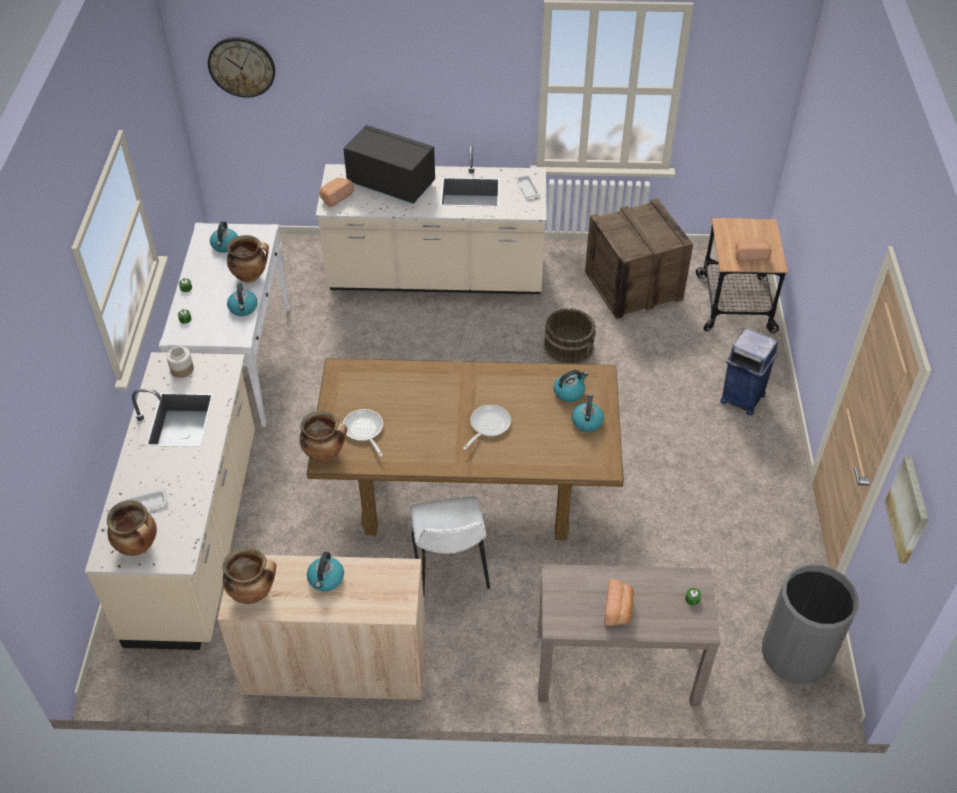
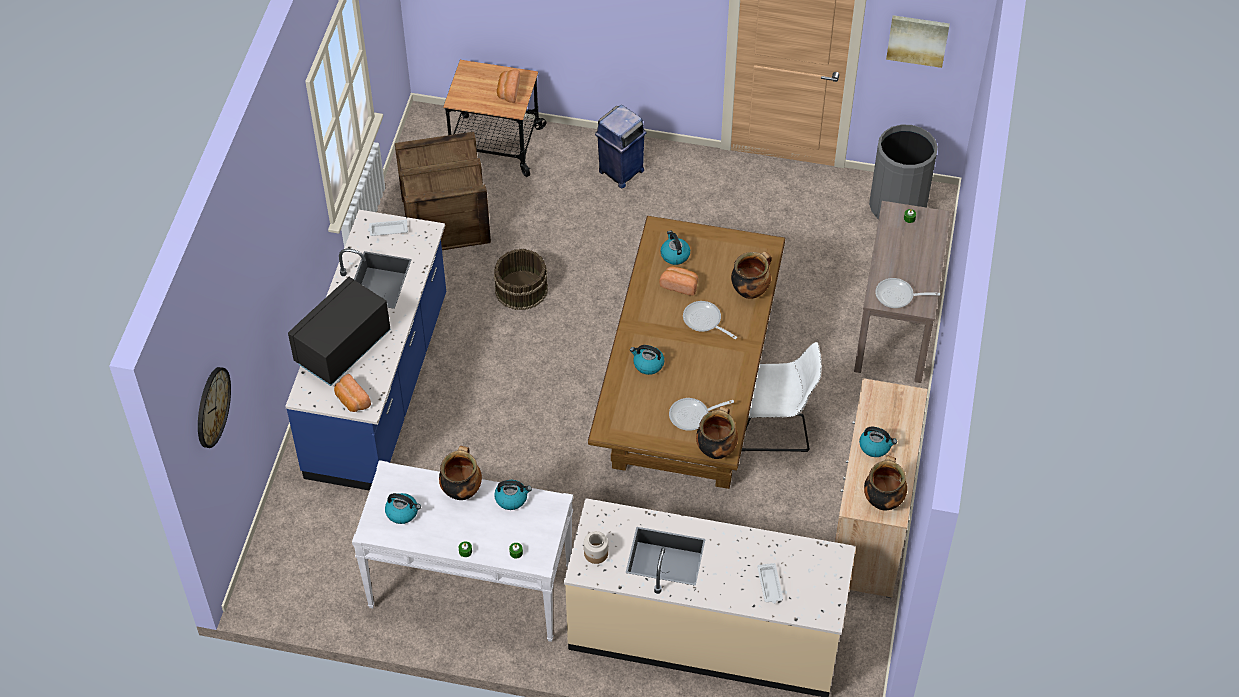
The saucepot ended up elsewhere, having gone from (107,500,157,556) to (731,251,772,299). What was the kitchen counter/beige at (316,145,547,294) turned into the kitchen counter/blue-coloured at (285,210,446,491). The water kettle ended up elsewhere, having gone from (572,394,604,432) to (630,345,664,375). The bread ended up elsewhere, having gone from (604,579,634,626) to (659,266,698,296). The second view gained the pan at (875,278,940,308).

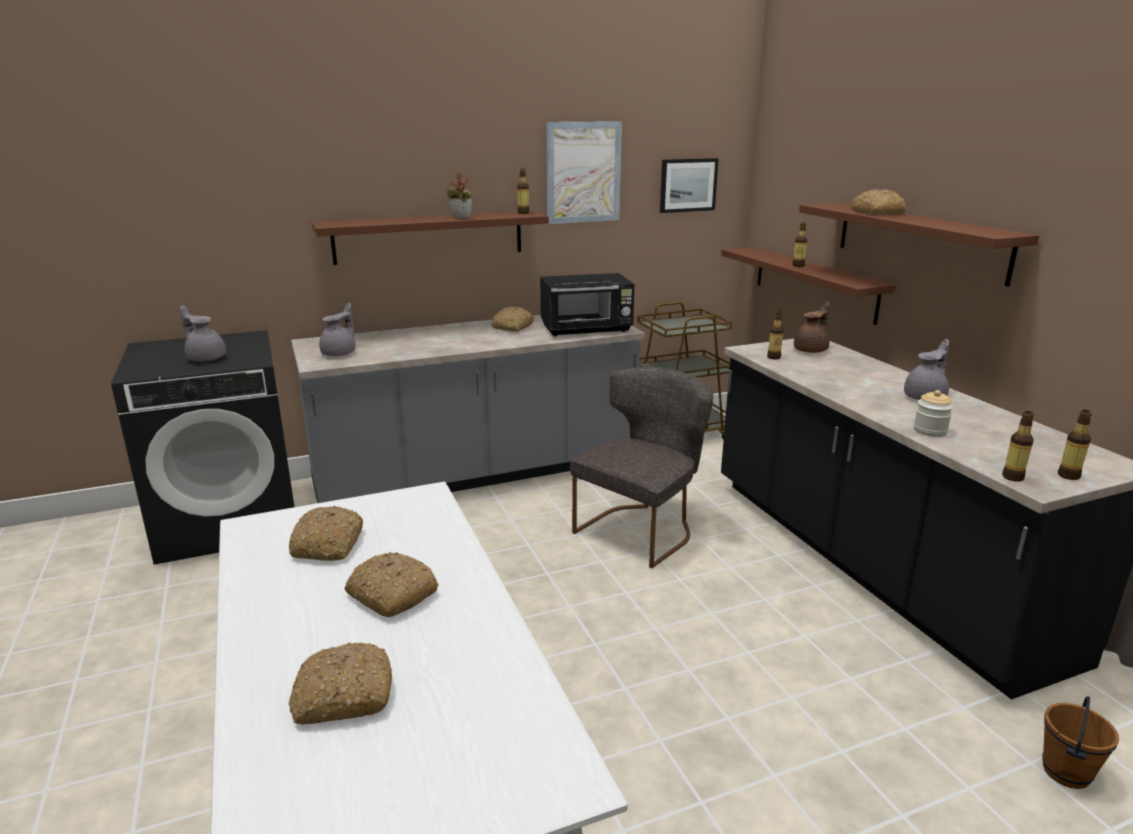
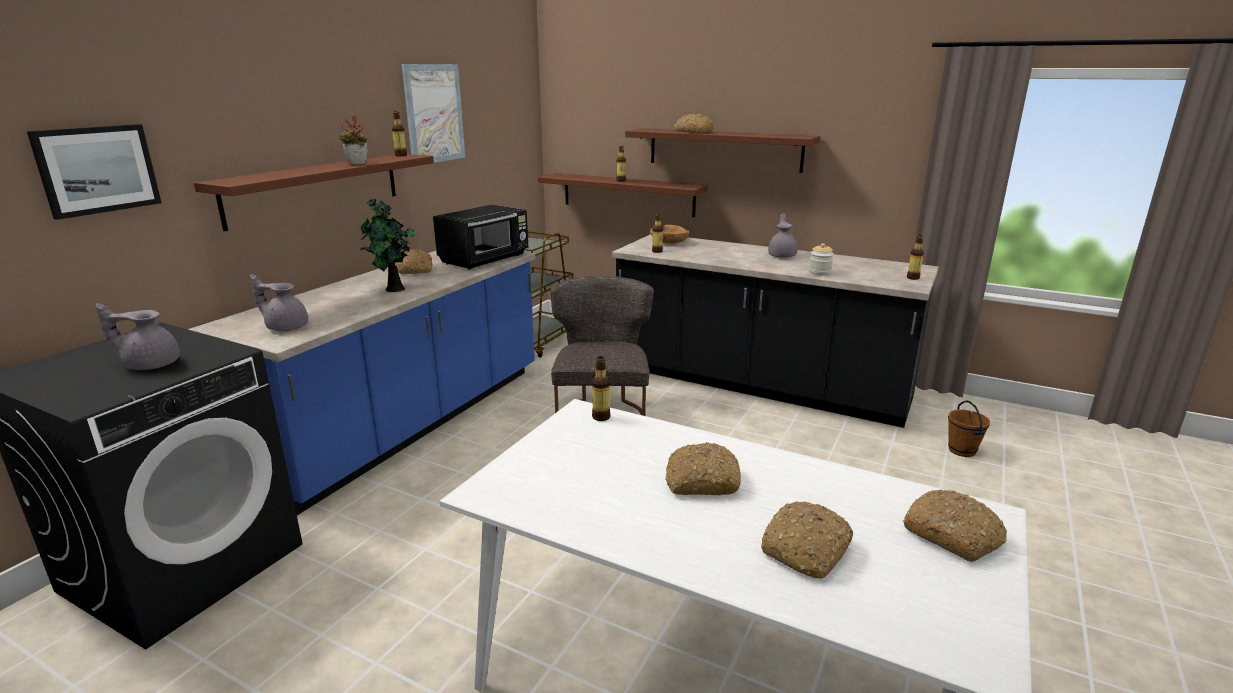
The bread ended up elsewhere, having gone from (289,506,363,561) to (903,490,1007,562). What was the kitchen counter/grey at (291,315,645,503) turned into the kitchen counter/blue-coloured at (188,251,535,515). The tea pot/grey at (319,303,356,356) ended up facing another way, 60 degrees counterclockwise from before. The wall art ended up elsewhere, having gone from (660,158,719,213) to (27,124,161,220). Where the tea pot/brownish stood at (794,301,829,353), the bowl/brownish came to stand at (650,225,689,244). The bottle ended up elsewhere, having gone from (1002,411,1034,482) to (592,356,610,421). The second view gained the potted plant at (360,198,416,292).

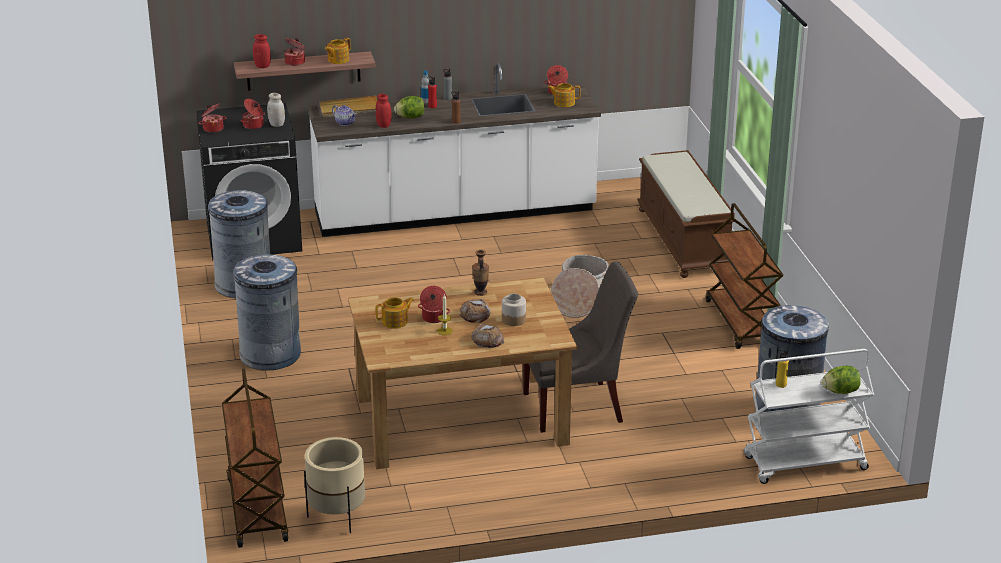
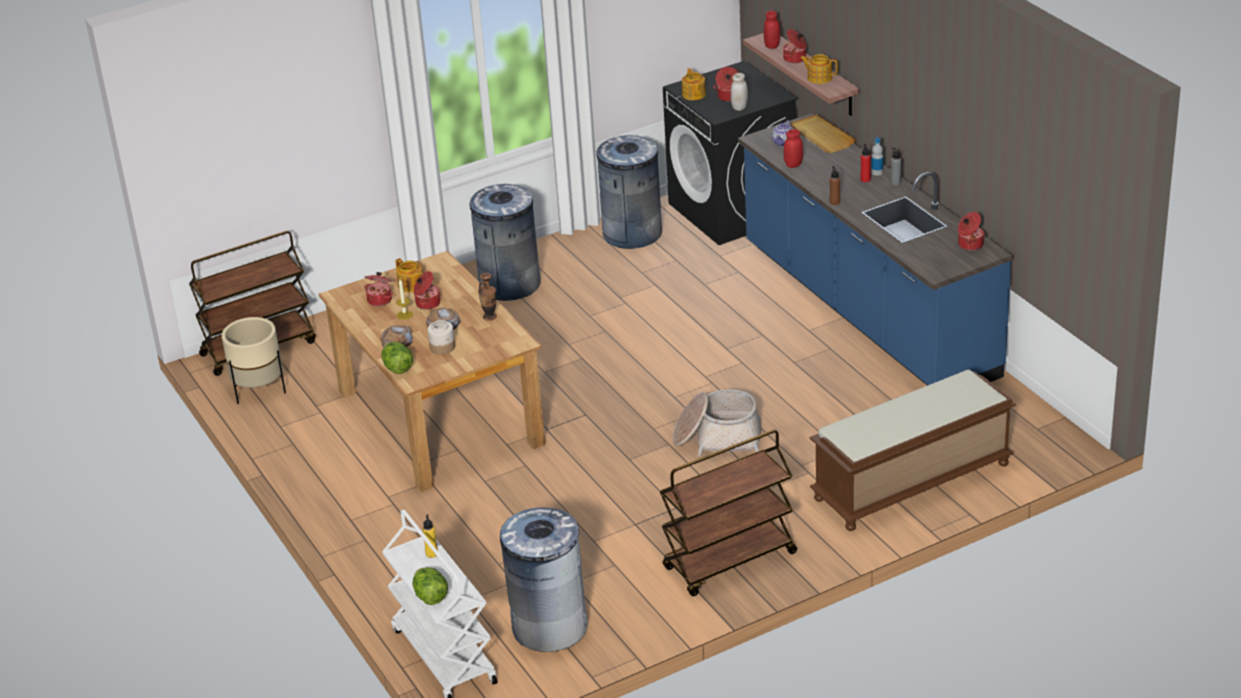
The saucepot ended up elsewhere, having gone from (199,103,226,133) to (365,272,393,306). What was the kitchen counter/white-coloured at (308,63,601,237) turned into the kitchen counter/blue-coloured at (738,113,1013,385). The lettuce head ended up elsewhere, having gone from (394,96,425,119) to (381,342,413,374). The second view lost the chair/grey at (523,261,638,433). The tea pot ended up elsewhere, having gone from (547,83,581,107) to (682,68,706,100).

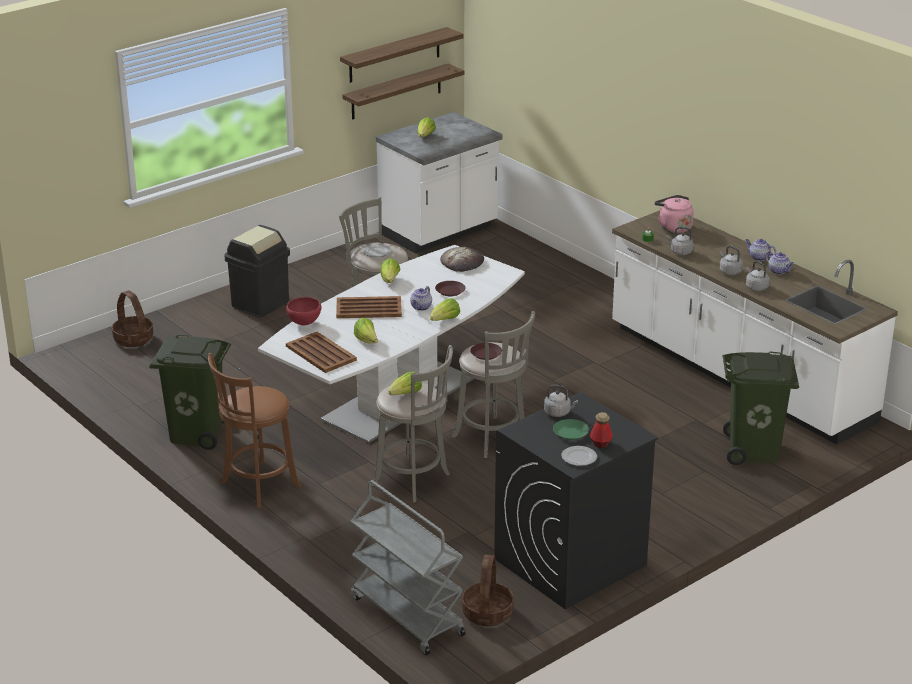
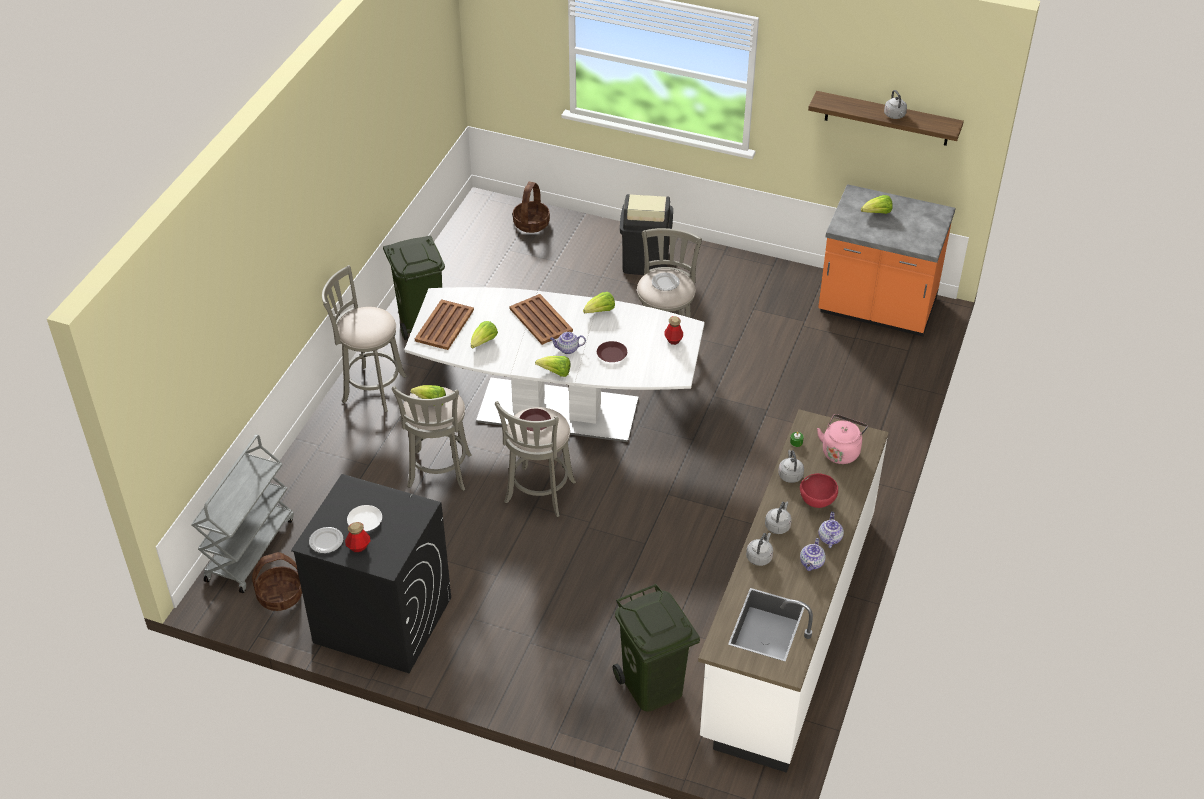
What was the stool/brownish at (208,353,301,508) turned into the stool/grey at (322,265,407,412). The bowl/reddish ended up elsewhere, having gone from (286,297,321,325) to (800,473,838,508). The second view lost the wall shelf at (342,64,464,120). What was the kitchen counter/white-coloured at (376,112,503,254) turned into the kitchen counter/orangey at (818,184,956,336). Where the bread stood at (440,247,484,272), the bottle came to stand at (664,316,683,345). The water kettle/grey ended up elsewhere, having gone from (544,385,578,417) to (884,90,907,119). What was the plate/greenish at (553,419,589,440) turned into the plate/white-coloured at (347,505,382,531).

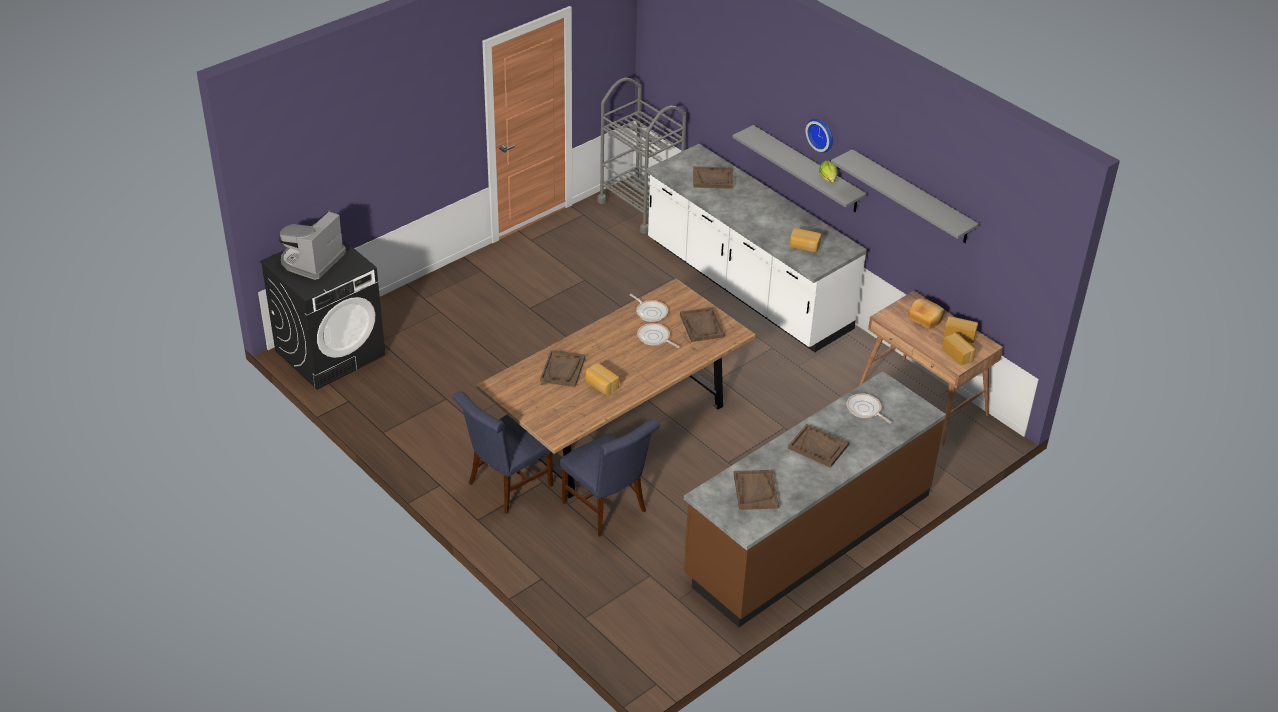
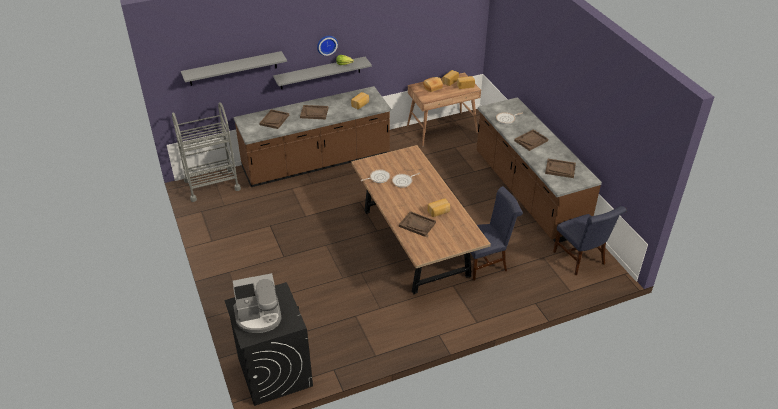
The coffee brewer at (279,211,346,280) ended up facing another way, 60 degrees counterclockwise from before. The chair/blue-coloured ended up elsewhere, having gone from (452,392,553,514) to (553,206,627,275). What was the kitchen counter/white-coloured at (646,144,867,352) turned into the kitchen counter/brownish at (234,86,391,187). The carrying tray/brownish ended up elsewhere, having gone from (680,307,725,342) to (300,105,328,119). The wall shelf/grey ended up elsewhere, having gone from (831,149,979,243) to (181,51,287,86).

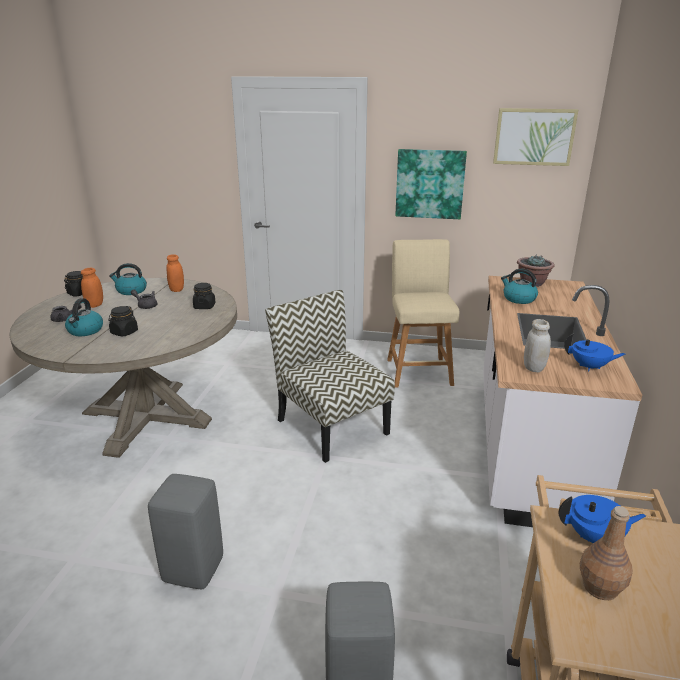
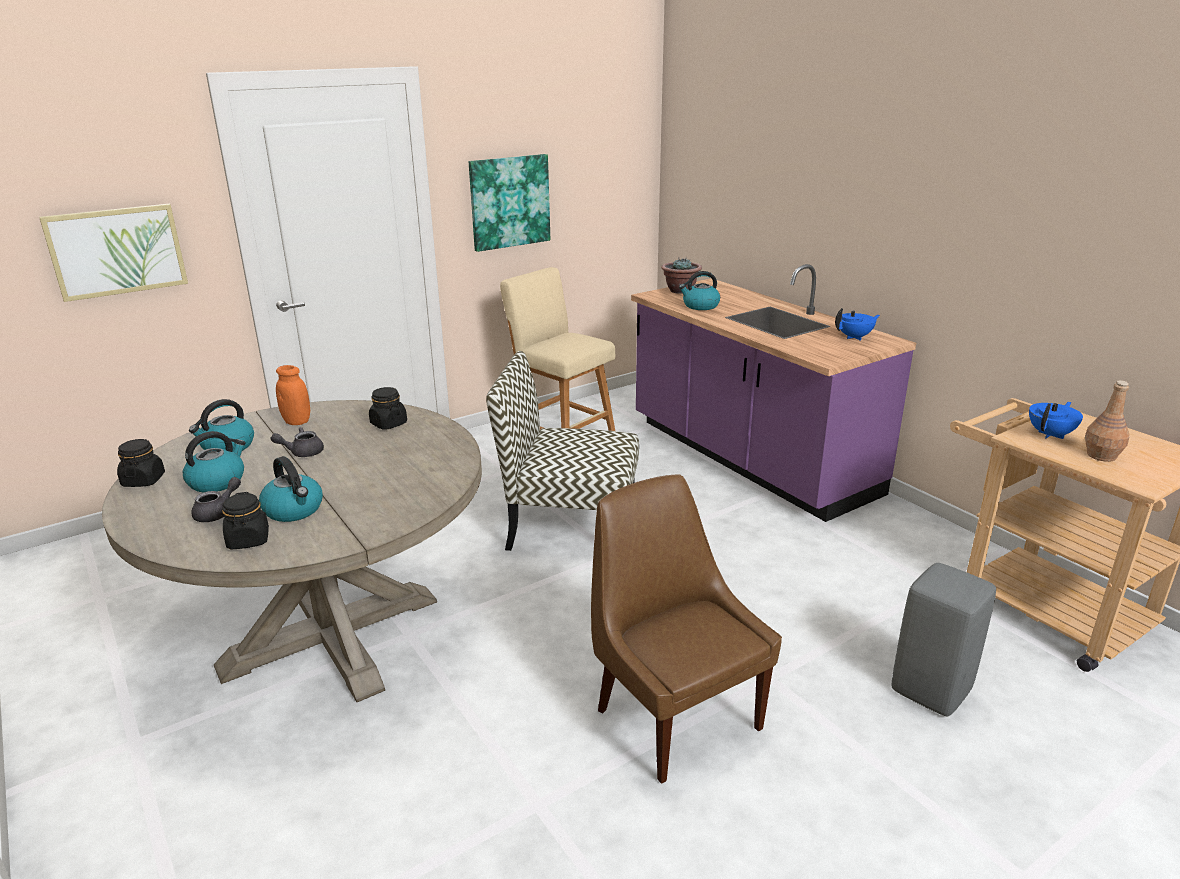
Where the preserve jar/orangey stood at (81,268,103,308), the water kettle came to stand at (183,431,245,493). The preserve jar/black ended up elsewhere, having gone from (108,306,138,337) to (222,492,269,550). Where the stool/grey stood at (148,474,223,589), the chair/brownish came to stand at (591,474,782,784). What was the kitchen counter/white-coloured at (483,276,642,527) turned into the kitchen counter/purple-coloured at (631,264,916,522). The wall art ended up elsewhere, having gone from (493,108,578,166) to (39,204,188,302). The second view lost the preserve jar/white-coloured at (524,319,551,372).

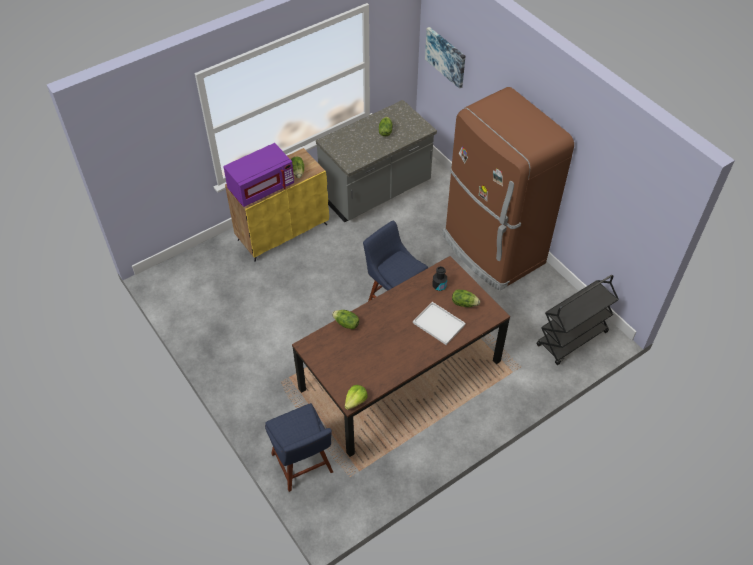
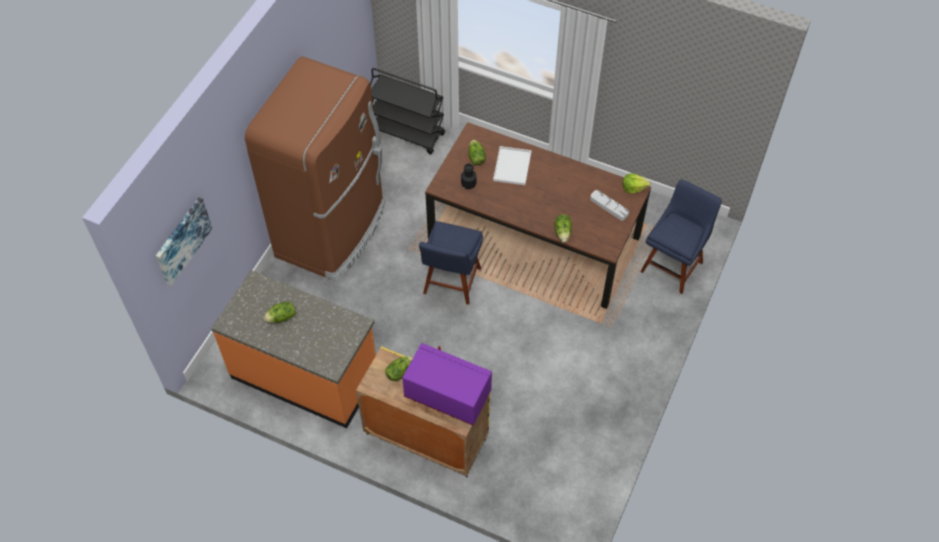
What was the kitchen counter/grey at (316,100,437,223) turned into the kitchen counter/orangey at (211,270,376,428). The second view gained the carrying tray/grey at (590,190,629,221).

